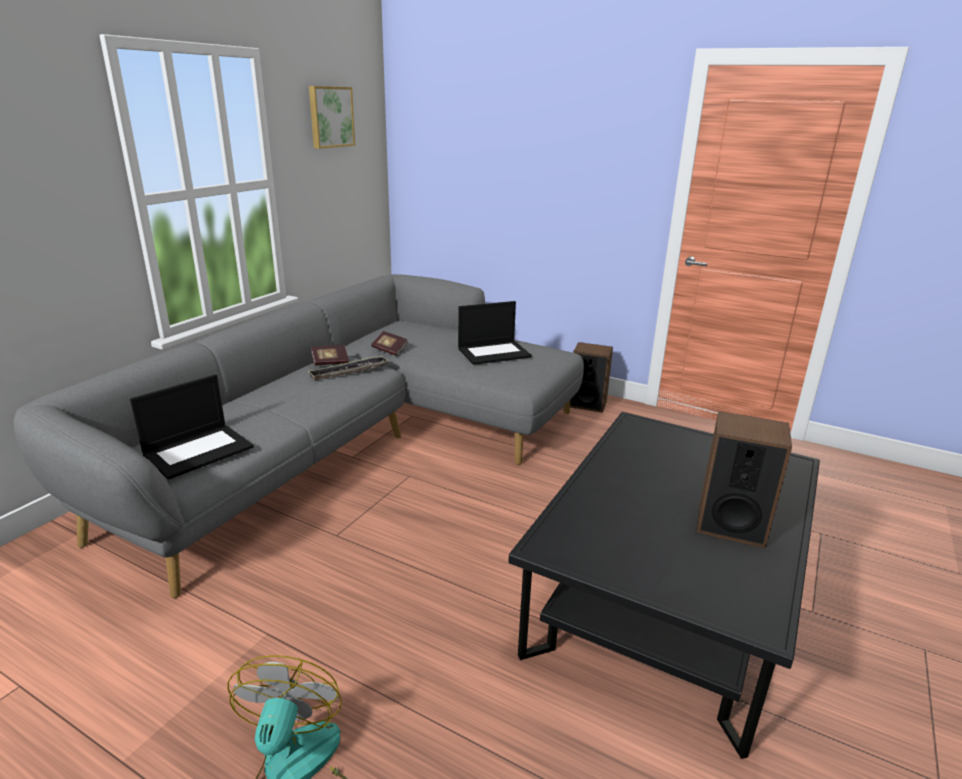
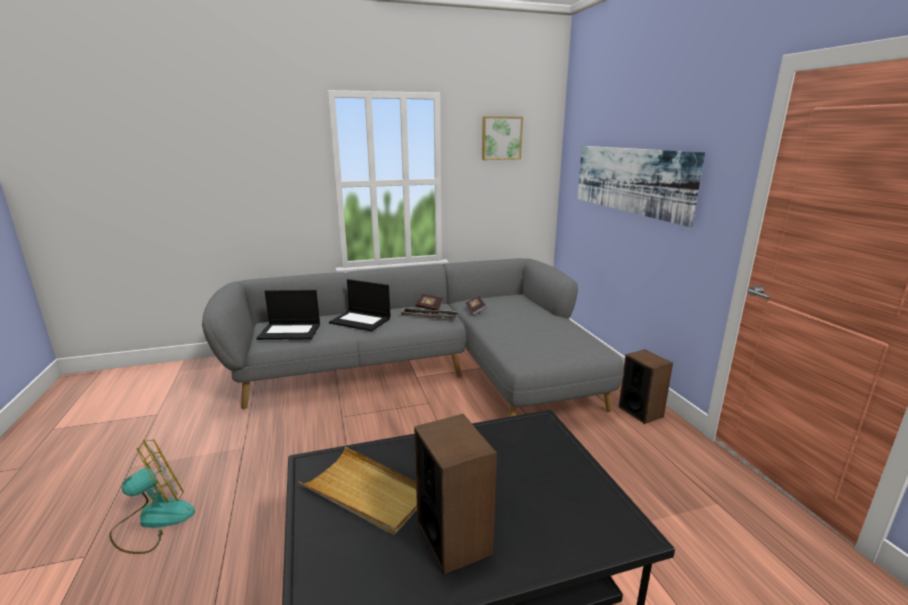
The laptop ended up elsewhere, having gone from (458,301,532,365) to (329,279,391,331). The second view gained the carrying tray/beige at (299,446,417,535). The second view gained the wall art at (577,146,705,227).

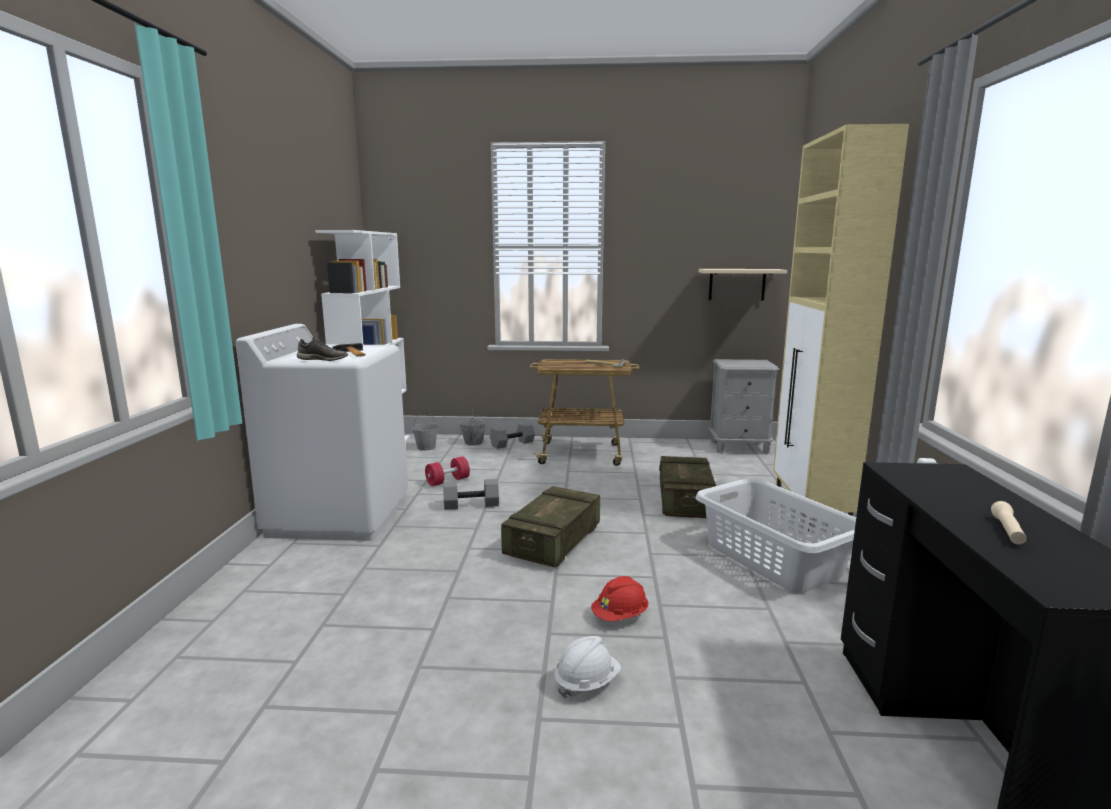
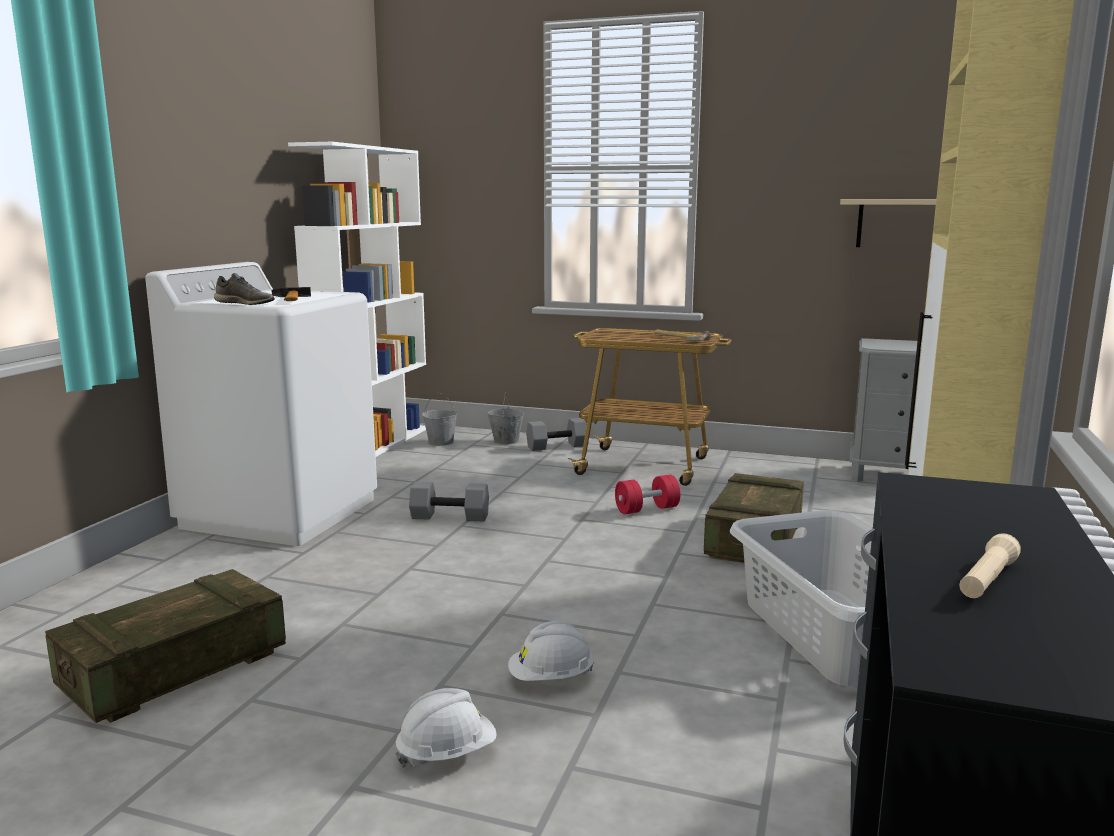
The hand weight/reddish ended up elsewhere, having gone from (425,457,470,486) to (615,475,680,514). The packing crate ended up elsewhere, having gone from (501,486,600,567) to (45,569,286,723). What was the work helmet/reddish at (591,576,648,621) turned into the work helmet/white-coloured at (508,621,594,681).

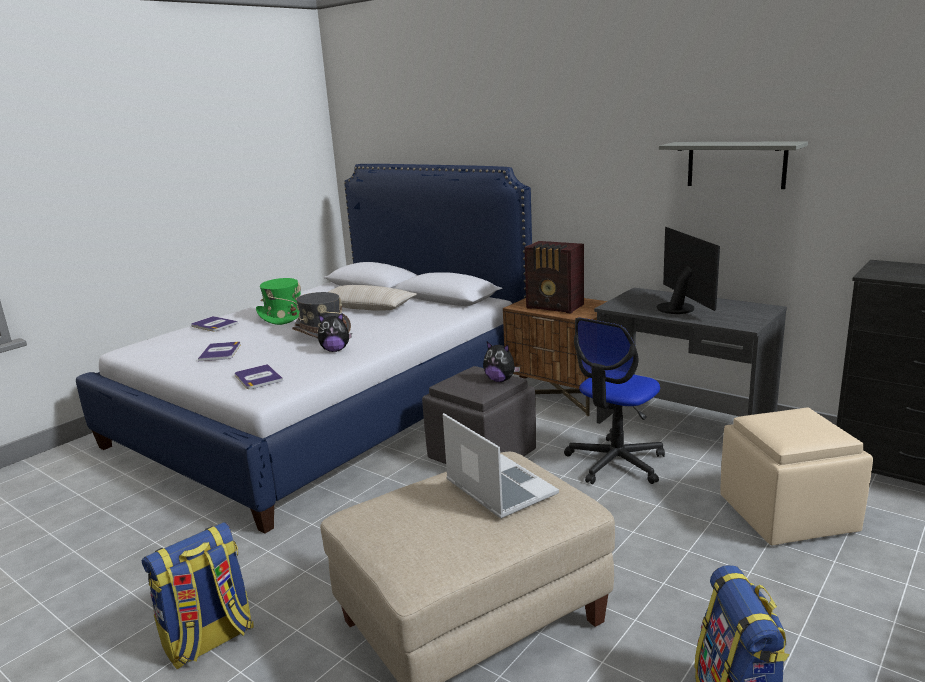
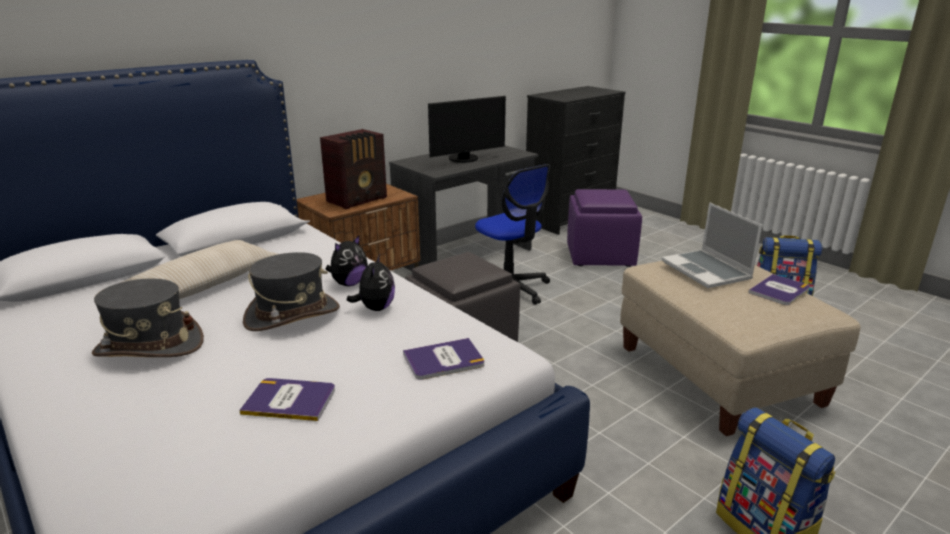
The volume ended up elsewhere, having gone from (191,316,238,331) to (748,274,810,305). What was the wearable hat/greenish at (256,278,301,325) turned into the wearable hat/grey at (92,278,204,357). The laptop at (443,413,559,519) ended up facing another way, 90 degrees counterclockwise from before. The soft toy ended up elsewhere, having gone from (483,342,520,382) to (325,236,368,286). The computer display at (657,227,720,314) ended up facing another way, 150 degrees clockwise from before. The second view lost the wall shelf/grey at (659,141,808,189). What was the pouffe/beige at (720,408,873,545) turned into the pouffe/purple-coloured at (567,189,642,267).

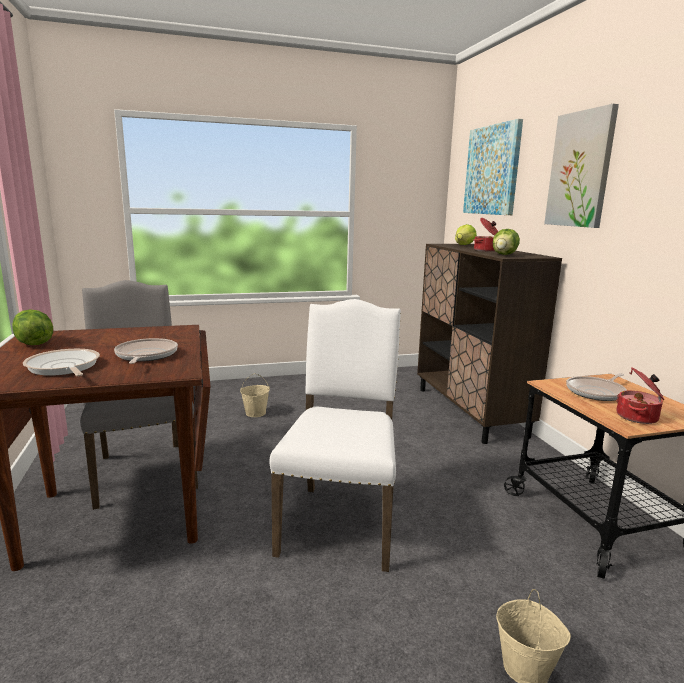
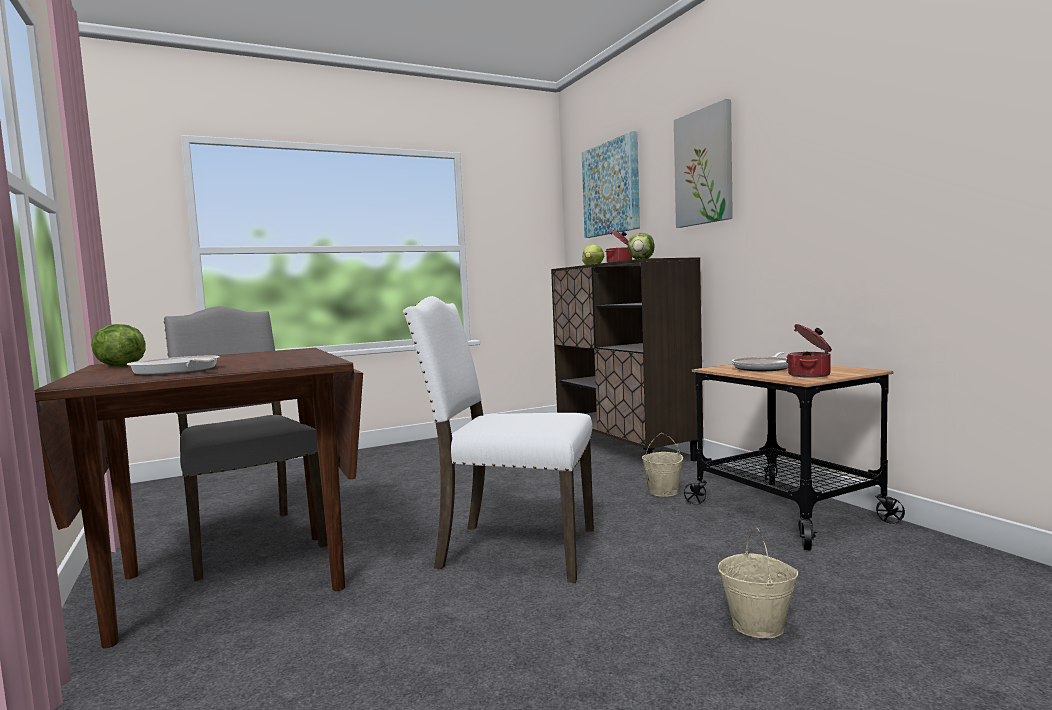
The second view lost the pan at (114,338,178,364). The water bucket/beige ended up elsewhere, having gone from (240,373,270,417) to (642,433,683,497). The chair/white-coloured at (270,299,401,572) ended up facing another way, 75 degrees counterclockwise from before.

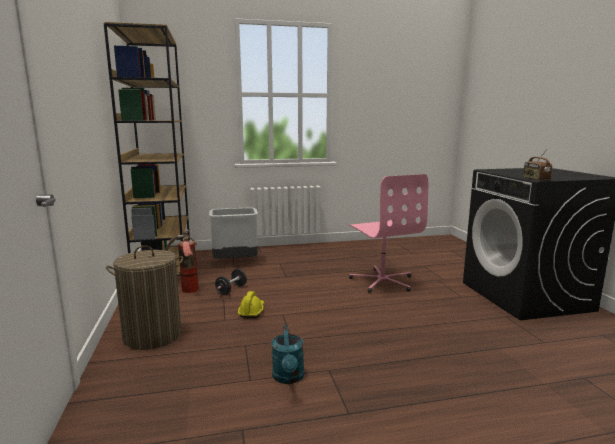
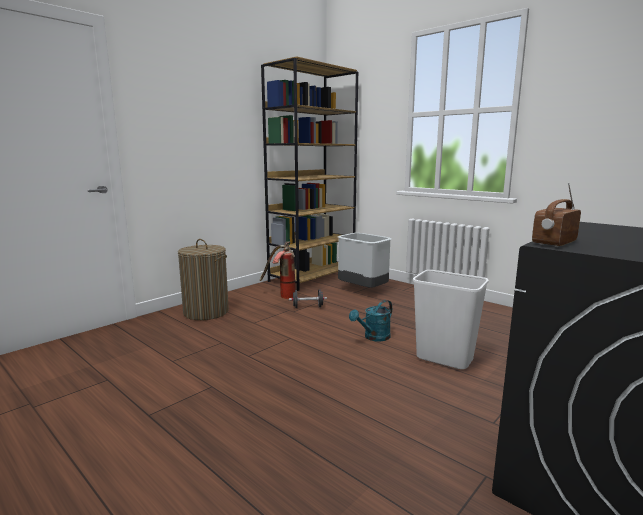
The second view lost the work helmet/yellow at (238,291,264,318). The watering pot/turquoise-coloured ended up elsewhere, having gone from (272,325,304,384) to (349,300,392,342). Where the desk chair/pink-coloured stood at (349,174,428,293), the waste bin/white-coloured came to stand at (413,270,489,369).

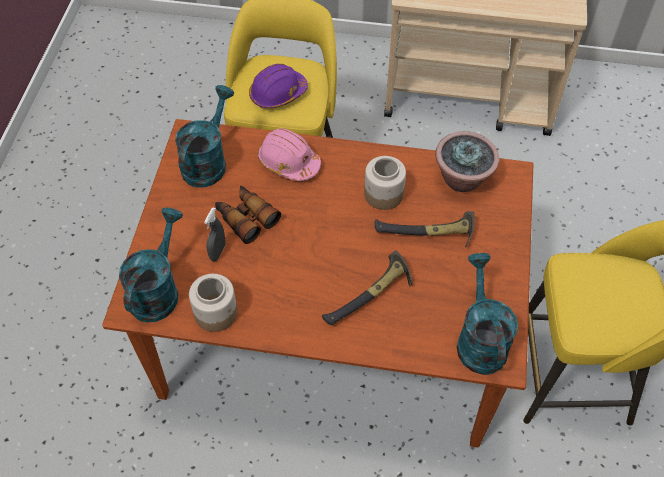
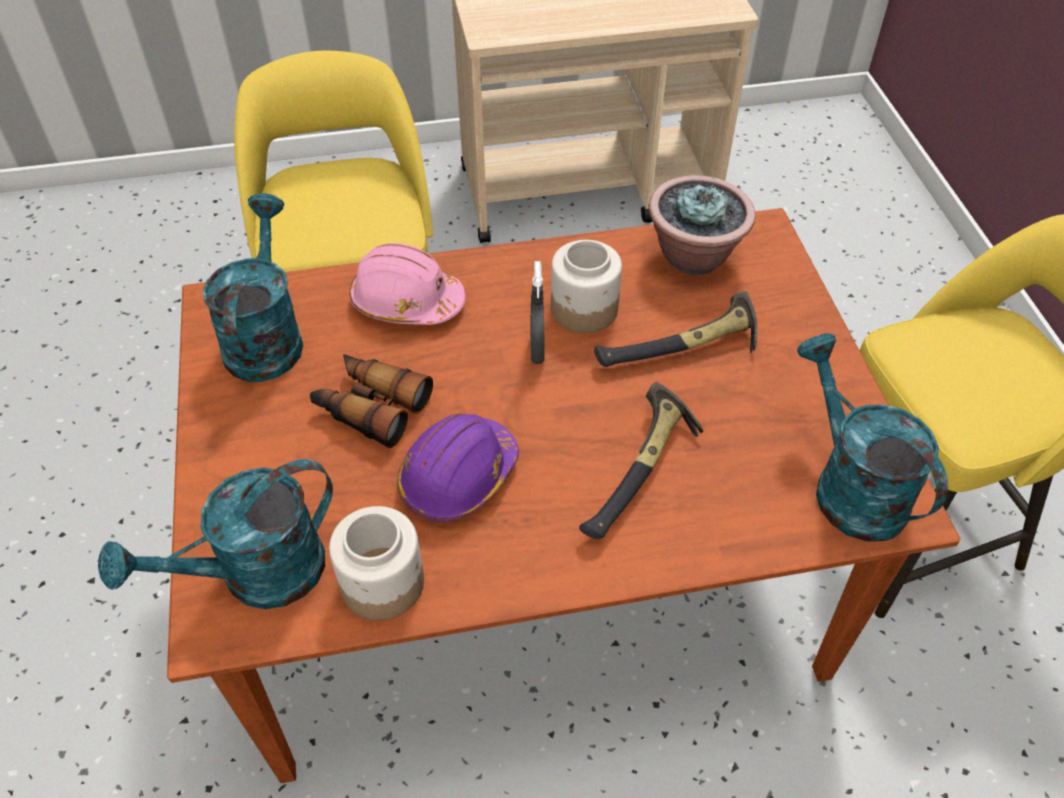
The watering pot/turquoise-coloured at (119,207,183,322) ended up facing another way, 120 degrees counterclockwise from before. The spray bottle/grey ended up elsewhere, having gone from (204,208,226,261) to (530,261,545,364). The work helmet/purple-coloured ended up elsewhere, having gone from (249,64,308,108) to (397,413,519,522).

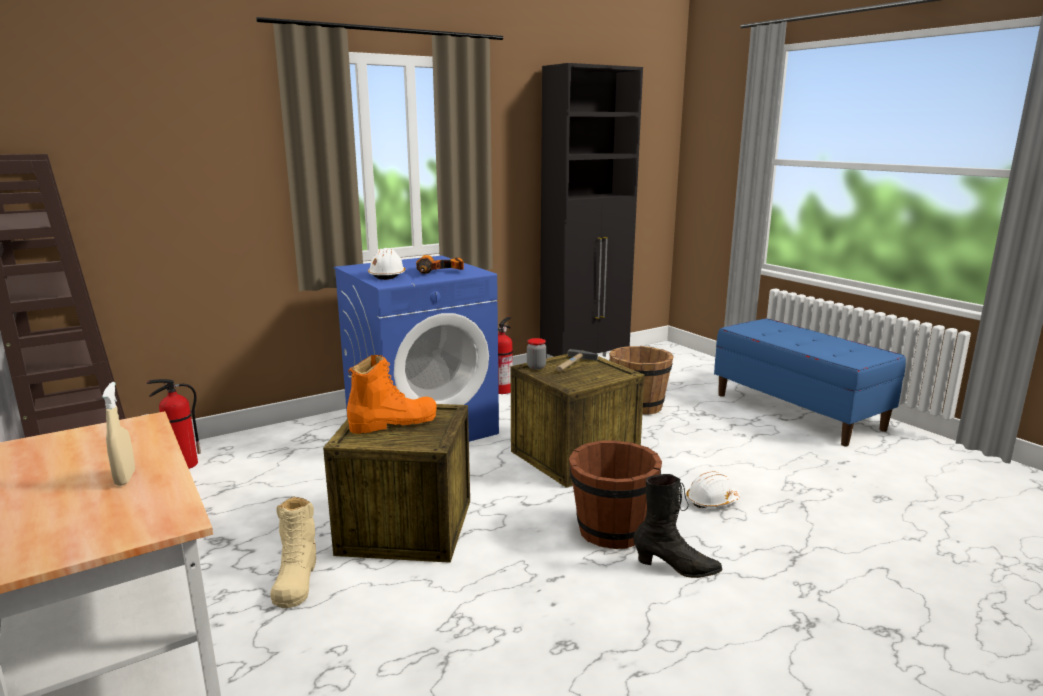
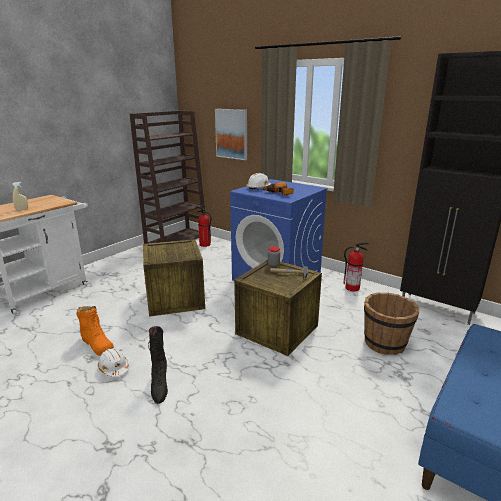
The second view lost the high-top boot/beige at (270,496,316,608). The high-top boot/orangey ended up elsewhere, having gone from (347,355,437,434) to (76,306,114,356). The second view lost the water bucket/brownish at (569,440,662,549). The work helmet/white-coloured ended up elsewhere, having gone from (686,471,740,508) to (98,348,129,377). The second view gained the wall art at (215,109,247,160).

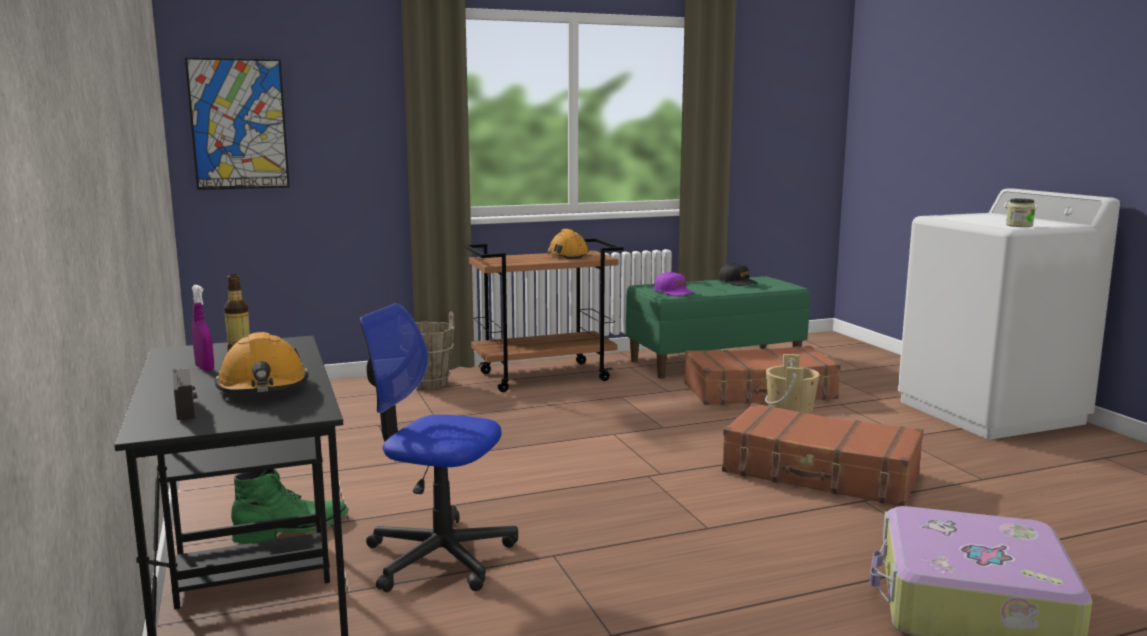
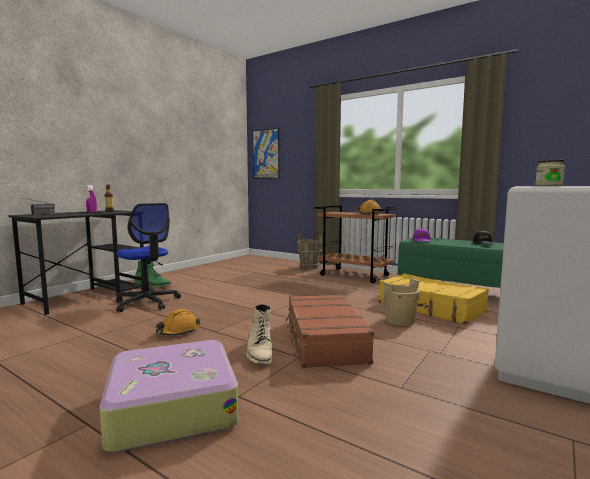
The work helmet/orangey ended up elsewhere, having gone from (215,332,309,393) to (156,309,200,335). The desk chair at (360,304,518,592) ended up facing another way, 150 degrees clockwise from before. What was the piece of luggage/brownish at (684,346,841,405) turned into the piece of luggage/yellow at (379,273,489,325). The second view gained the high-top boot/beige at (246,304,273,364).

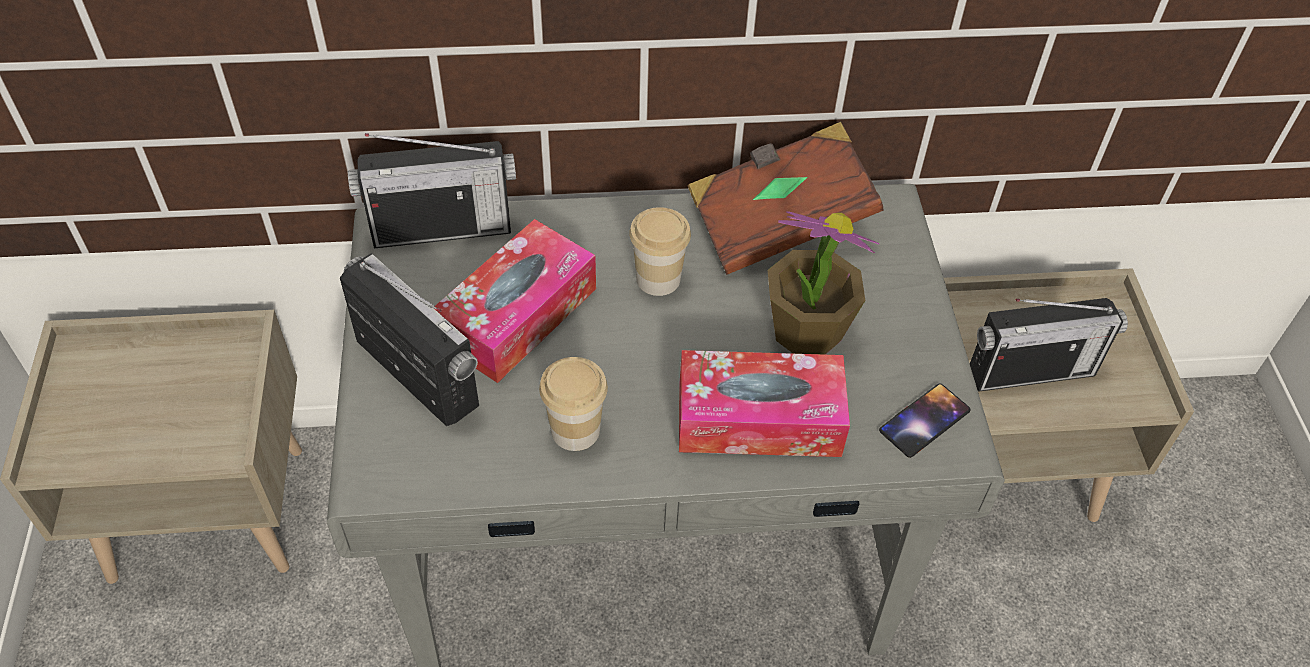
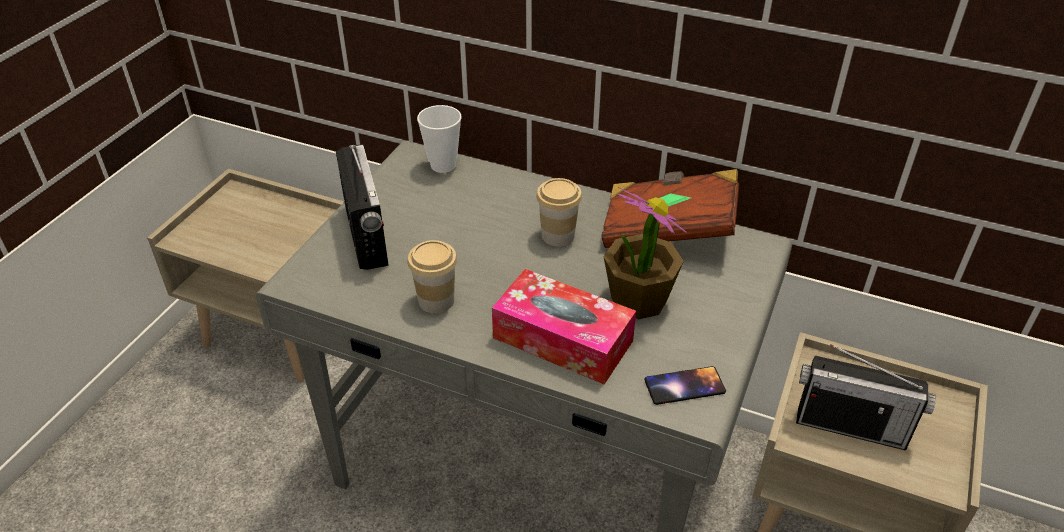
Where the radio receiver stood at (348,133,516,248), the small cup came to stand at (417,105,461,173). The second view lost the tissue box at (434,219,596,383).

